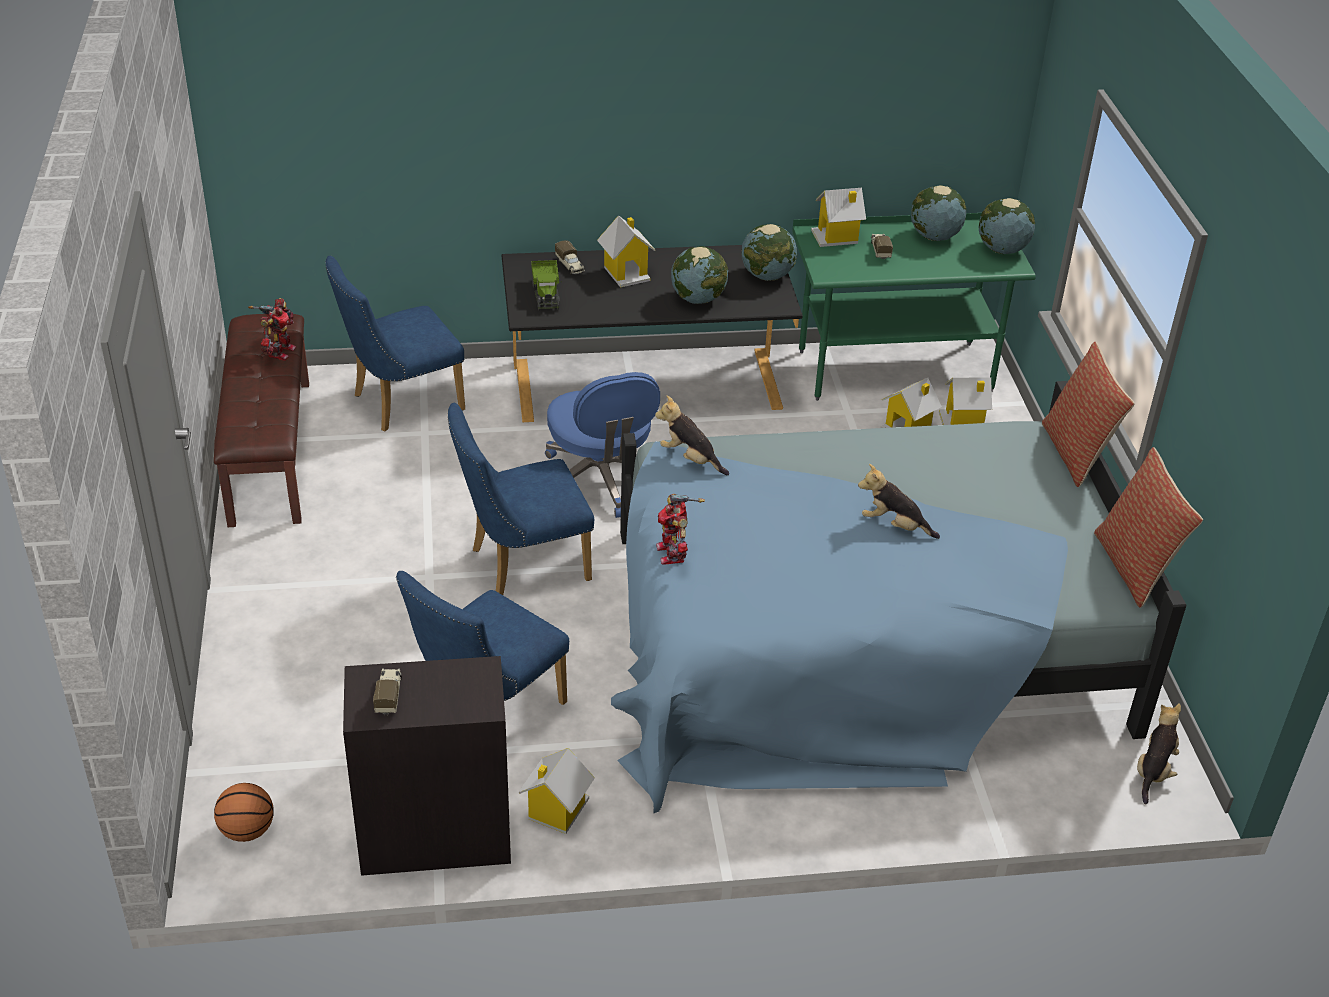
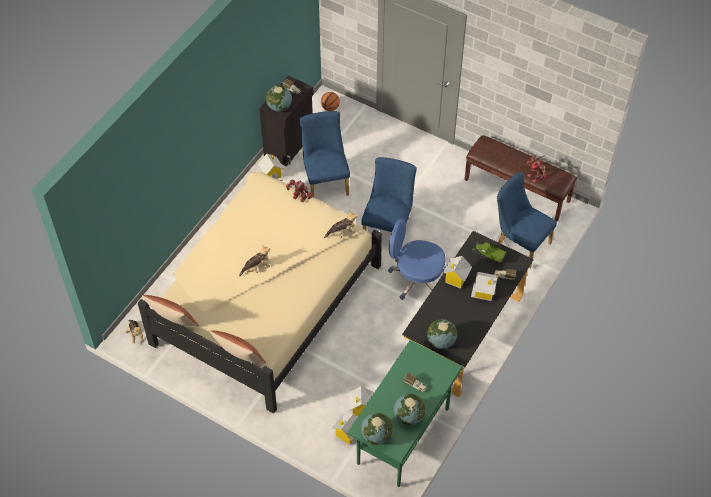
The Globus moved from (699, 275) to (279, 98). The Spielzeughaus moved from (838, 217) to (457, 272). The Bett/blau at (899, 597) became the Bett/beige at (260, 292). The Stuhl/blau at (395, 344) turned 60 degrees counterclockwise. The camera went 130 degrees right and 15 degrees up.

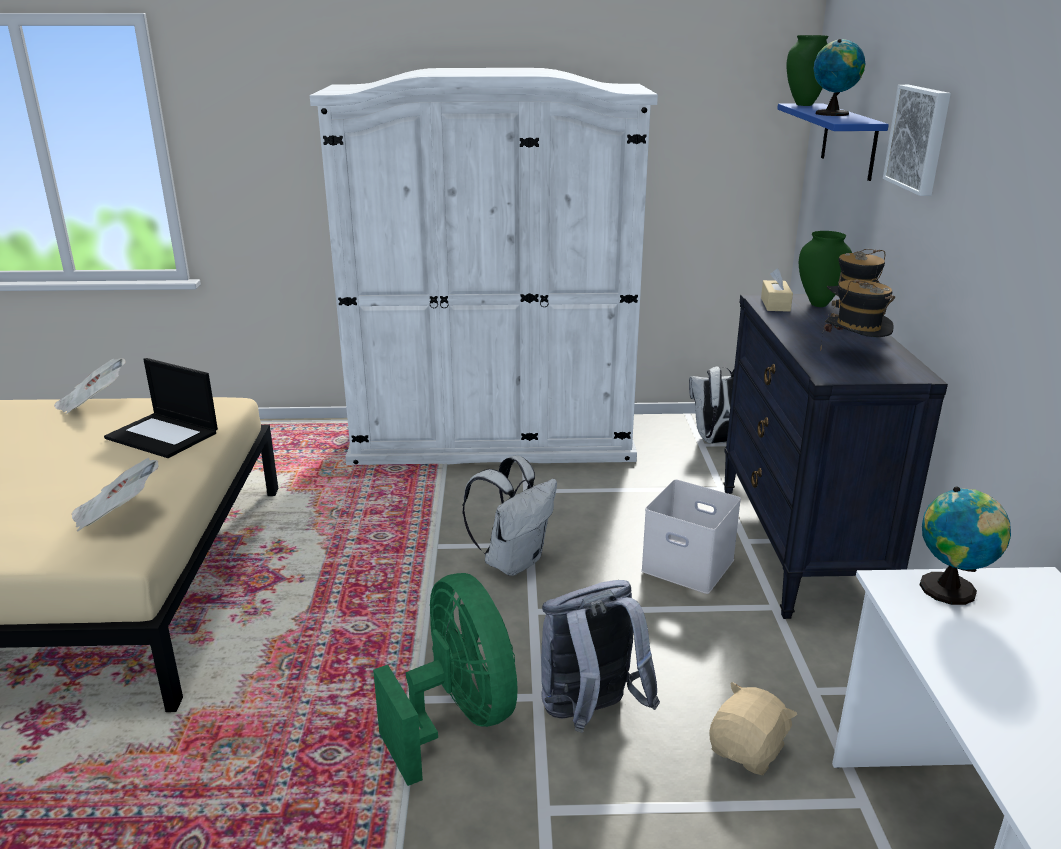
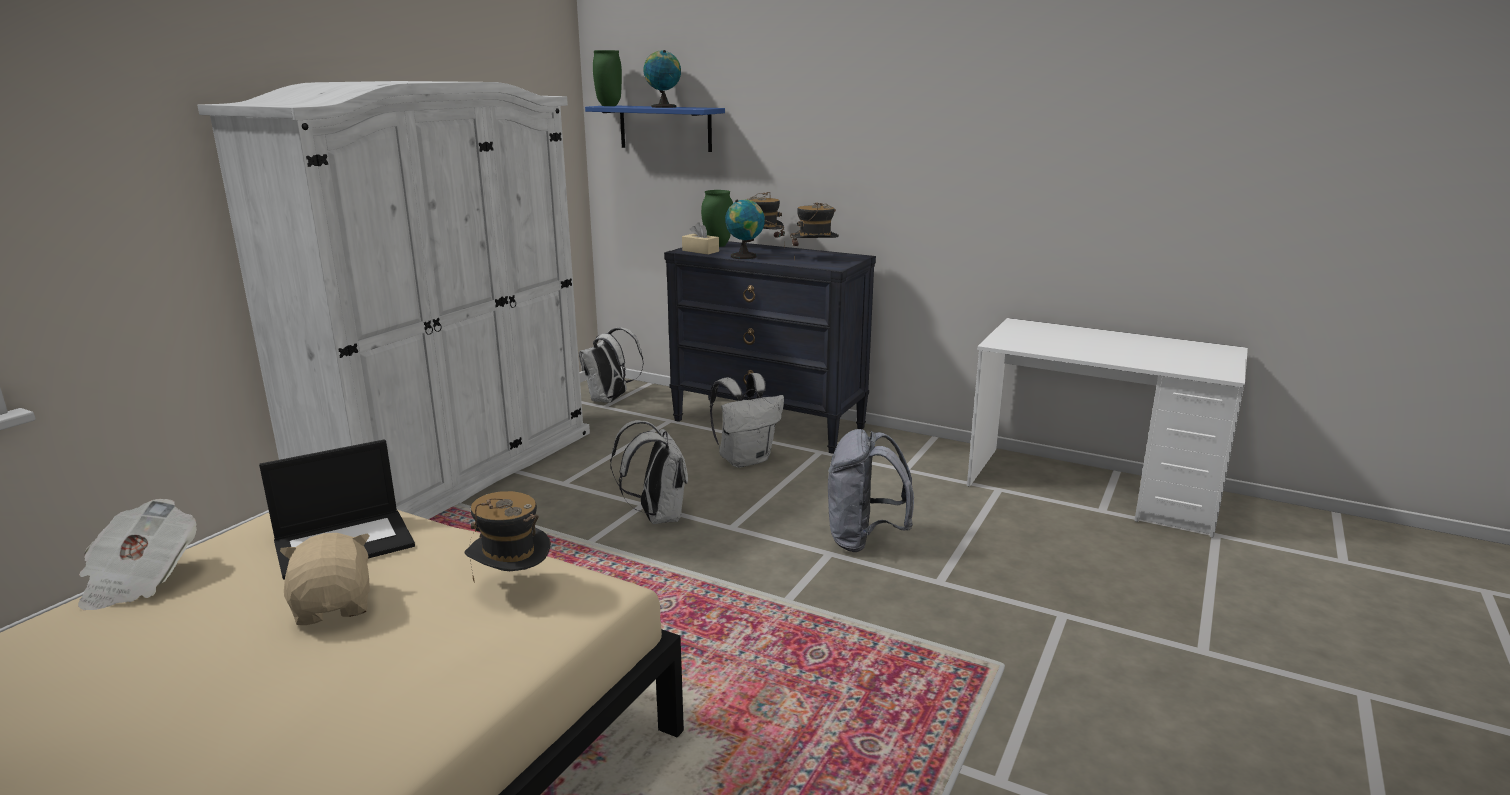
The Ventilator/grün at (445, 679) disappeared. The Bild at (917, 140) disappeared. The Plüschtier/beige moved from (753, 728) to (325, 579). The Globus moved from (965, 545) to (745, 229). The Zeitung at (115, 495) was replaced by the Hut at (507, 537). The Aufbewahrungsbox/weiß at (691, 536) was replaced by the Rucksack/weiß at (747, 420). The camera went 60 degrees left and 5 degrees down.

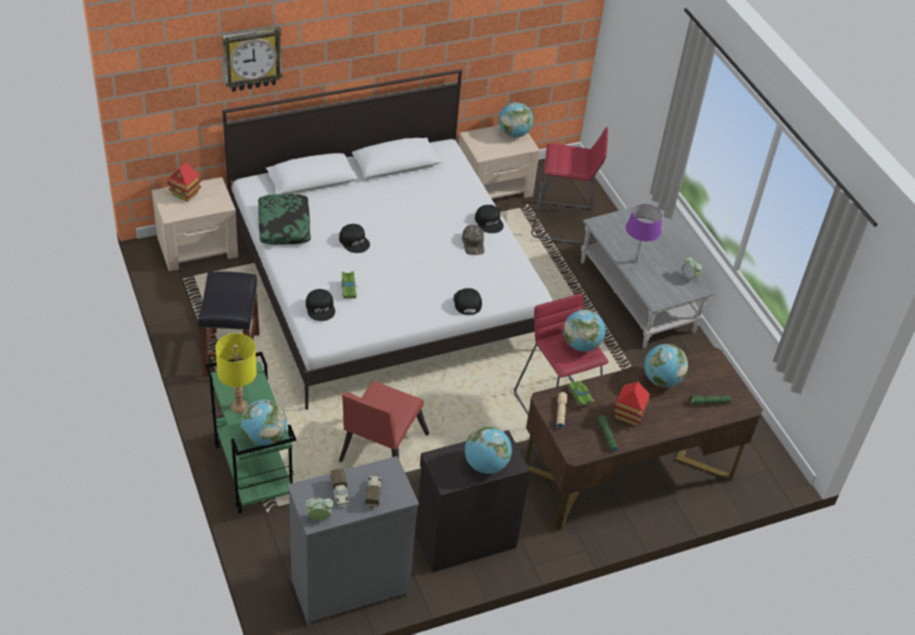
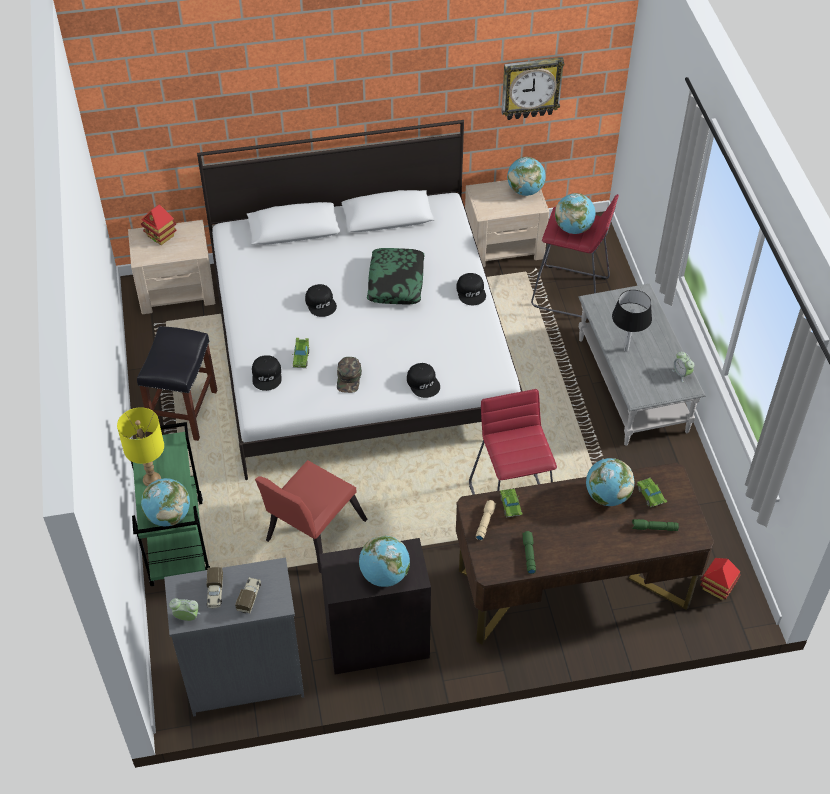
The Spielzeugauto/grün at (652, 492) appeared. The Wanduhr moved from (252, 59) to (532, 88). The Kissen moved from (284, 219) to (395, 276). The Kappe/grün moved from (473, 240) to (349, 375). The Globus moved from (584, 330) to (575, 213). The Spielzeughaus moved from (631, 404) to (720, 579). The Tischlampe/lila at (644, 233) became the Tischlampe/schwarz at (632, 321). The Kappe/schwarz at (468, 301) turned 150 degrees clockwise. The camera went 15 degrees right and 5 degrees up.

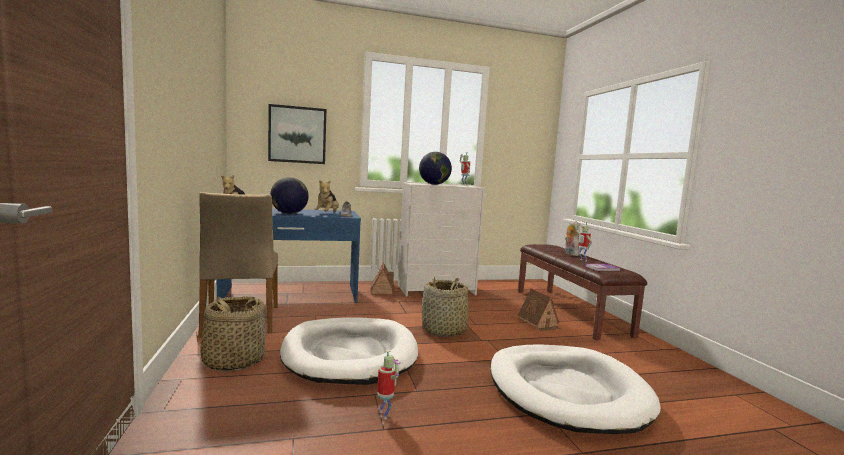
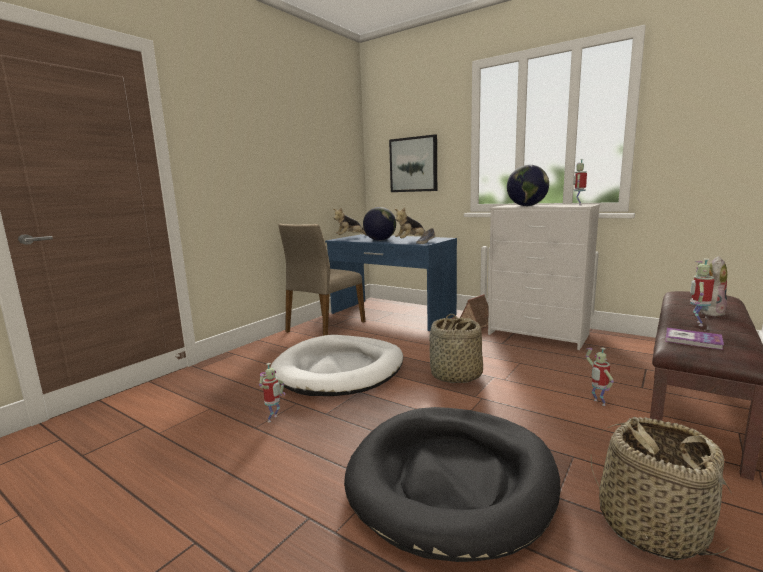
The Korb moved from (232, 333) to (661, 488). The Spielzeughaus at (540, 309) was replaced by the Spielzeugroboter at (600, 377). The Hundebett/weiß at (575, 389) became the Hundebett/schwarz at (452, 484). The camera went 50 degrees right and 5 degrees up.

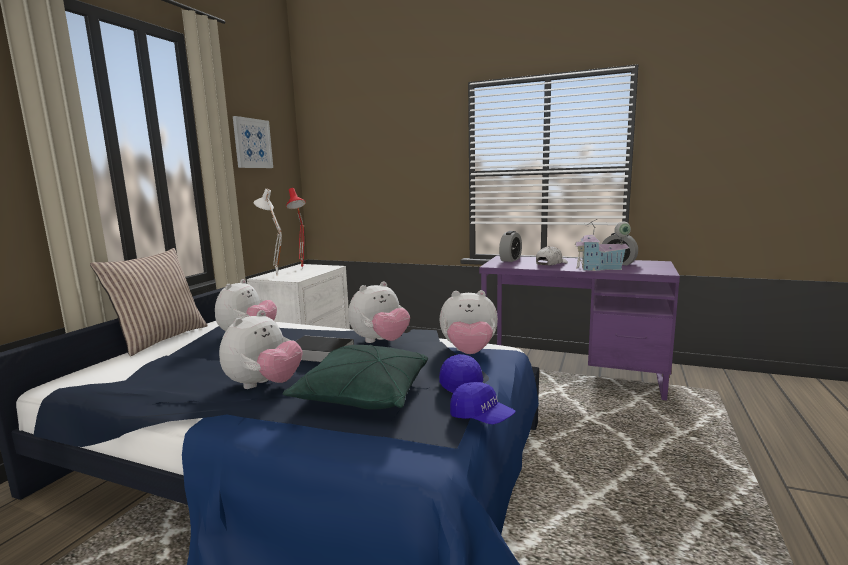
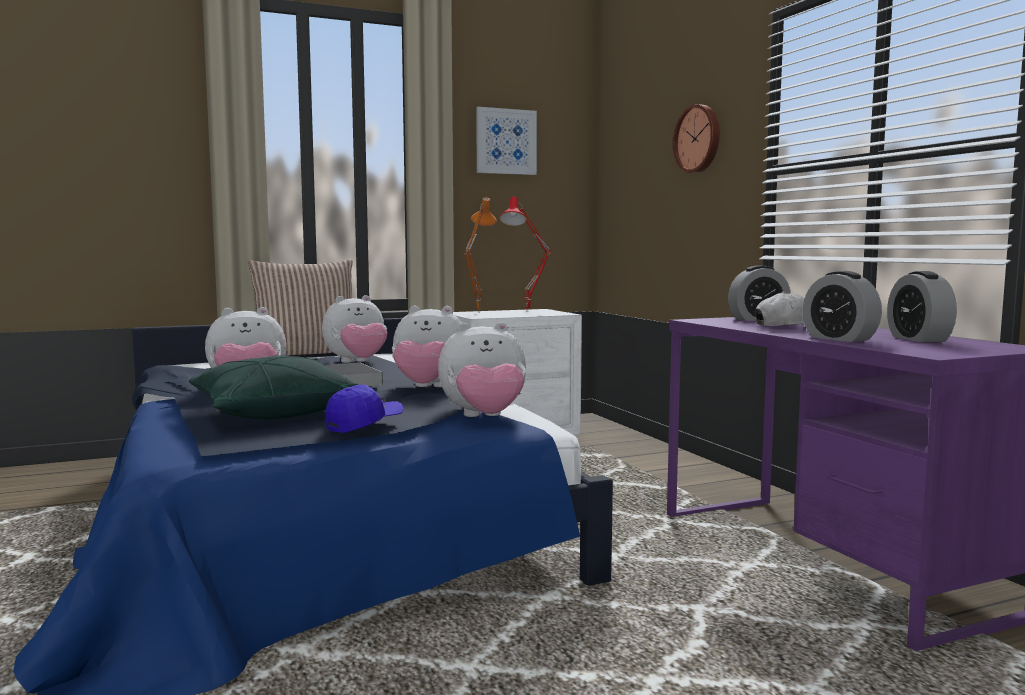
The Kappe/blau at (483, 403) disappeared. The Wanduhr at (696, 138) appeared. The Spielzeughaus at (603, 245) was replaced by the Wecker at (842, 306). The Tischlampe/weiß at (268, 232) became the Tischlampe/orange at (481, 255). The Plüschtier at (469, 322) turned 60 degrees counterclockwise. The camera went 45 degrees right and 5 degrees down.

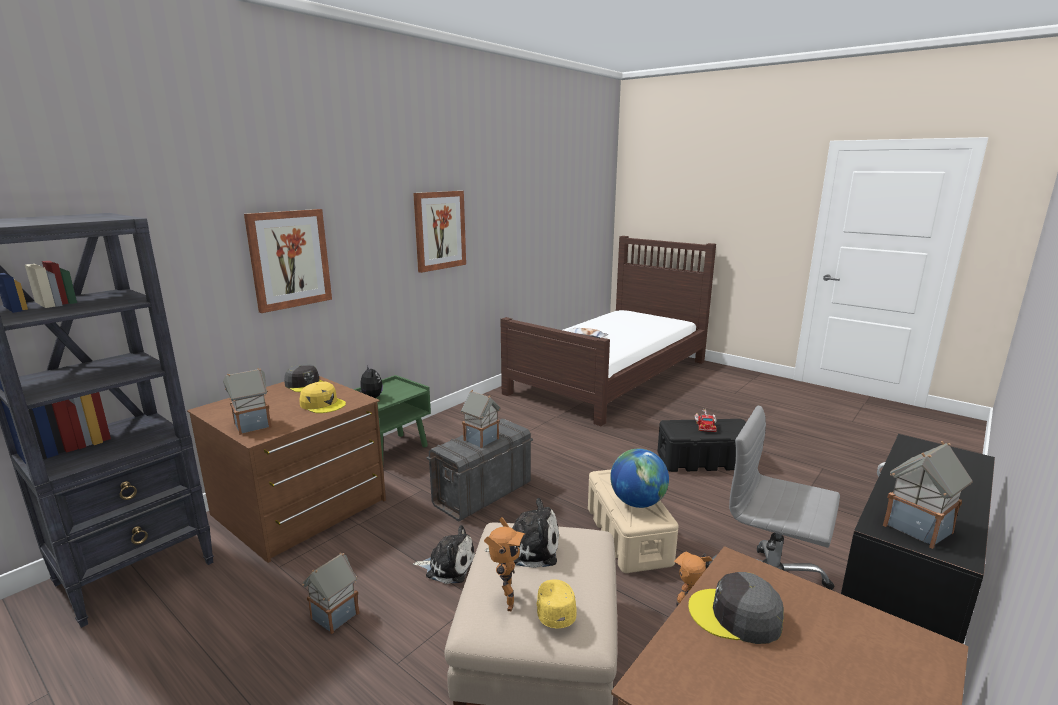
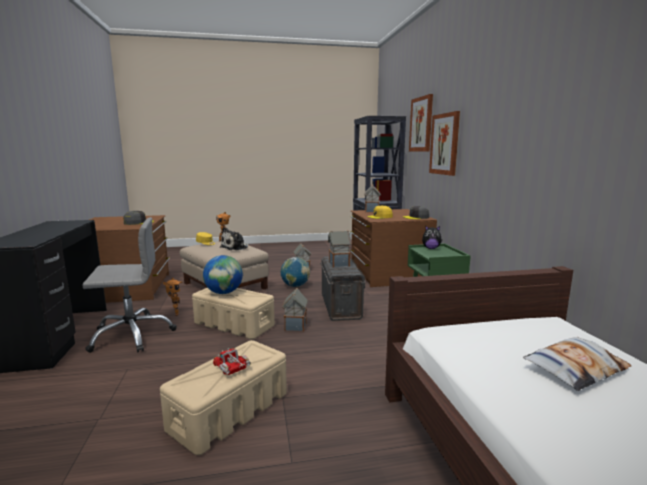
The Bild moved from (439, 232) to (421, 122). The Spielzeughaus moved from (928, 495) to (295, 309). The Plüschtier at (444, 554) was replaced by the Globus at (295, 272). The Aufbewahrungsbox/schwarz at (701, 445) became the Aufbewahrungsbox/beige at (223, 397). The camera went 130 degrees right and 5 degrees down.

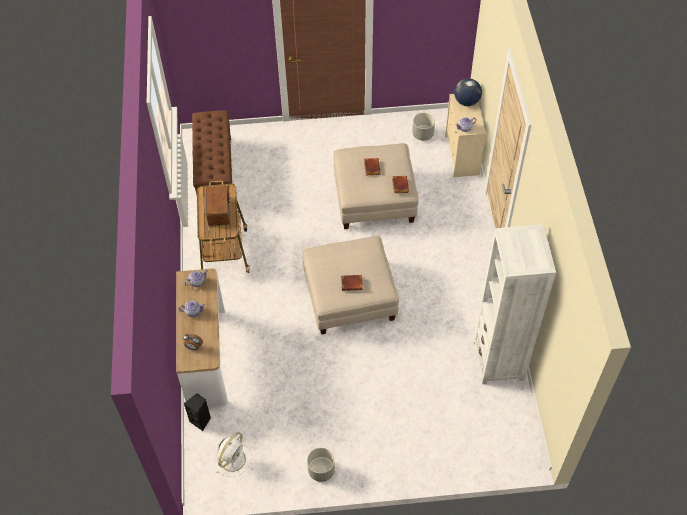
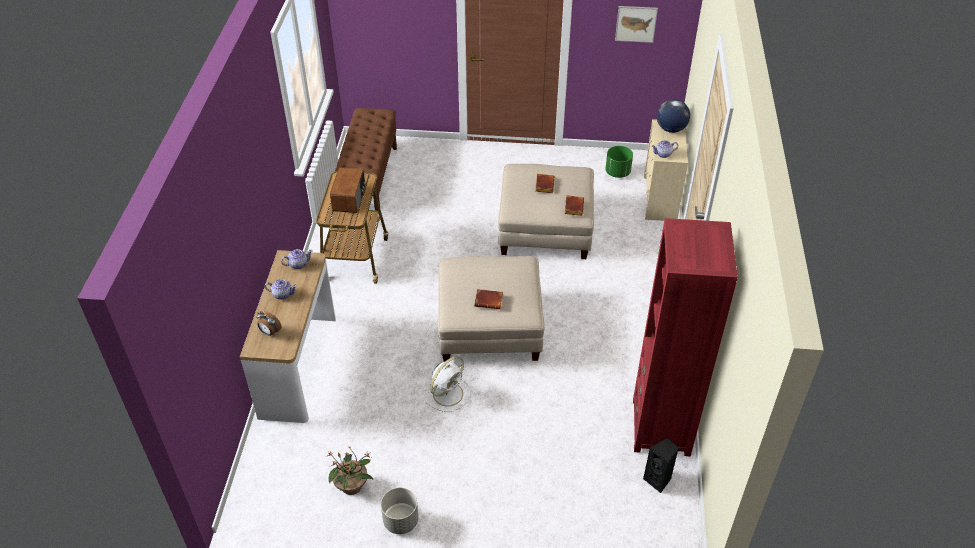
The Topfpflanze at (351, 470) appeared. The Bild at (636, 24) appeared. The Lautsprecher/schwarz moved from (197, 412) to (661, 465). The Ventilator/weiß moved from (233, 454) to (448, 384). The Pflanzkübel/grau at (423, 127) became the Pflanzkübel/grün at (619, 162). The Bücherregal/weiß at (514, 304) became the Bücherregal/rot at (685, 337). The camera went 10 degrees right and 10 degrees down.

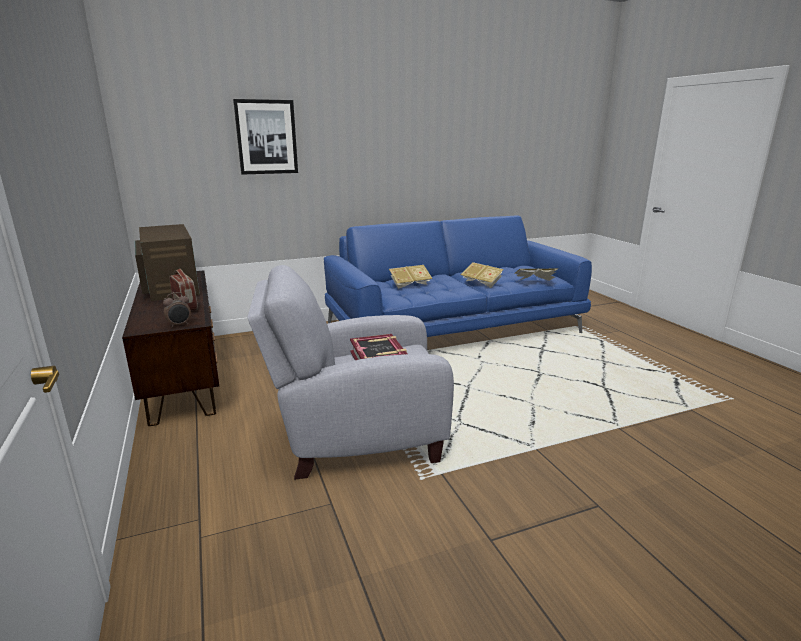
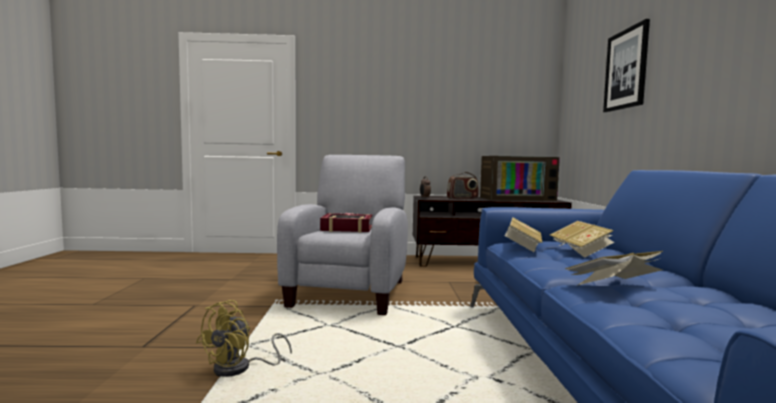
The Ventilator/gelb at (244, 338) appeared. The Buch moved from (536, 274) to (523, 234). The camera went 110 degrees right and 15 degrees down.

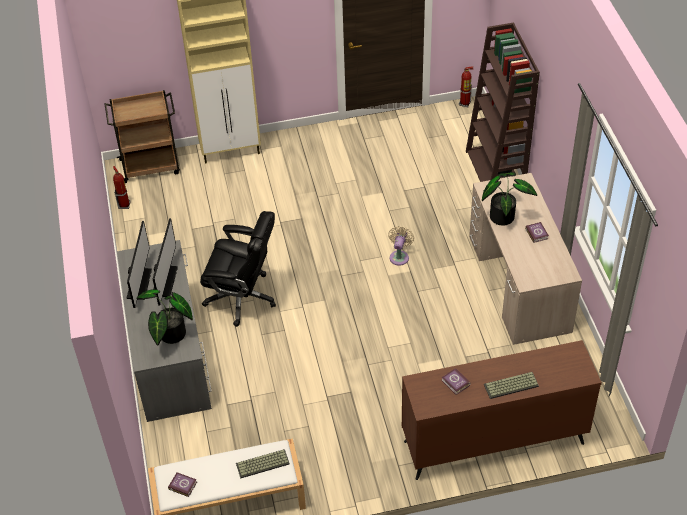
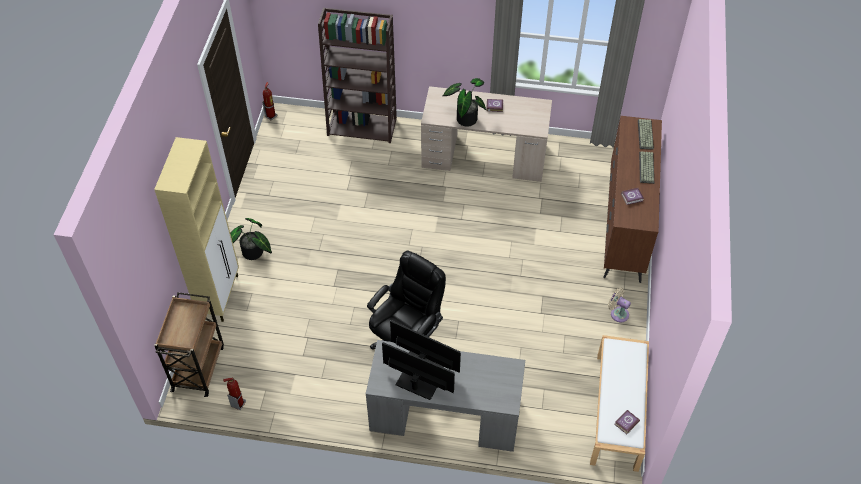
The Topfpflanze moved from (164, 317) to (251, 239). The Tastatur moved from (263, 464) to (646, 134). The Ventilator/beige moved from (401, 246) to (619, 305). The camera went 70 degrees left and 5 degrees up.

